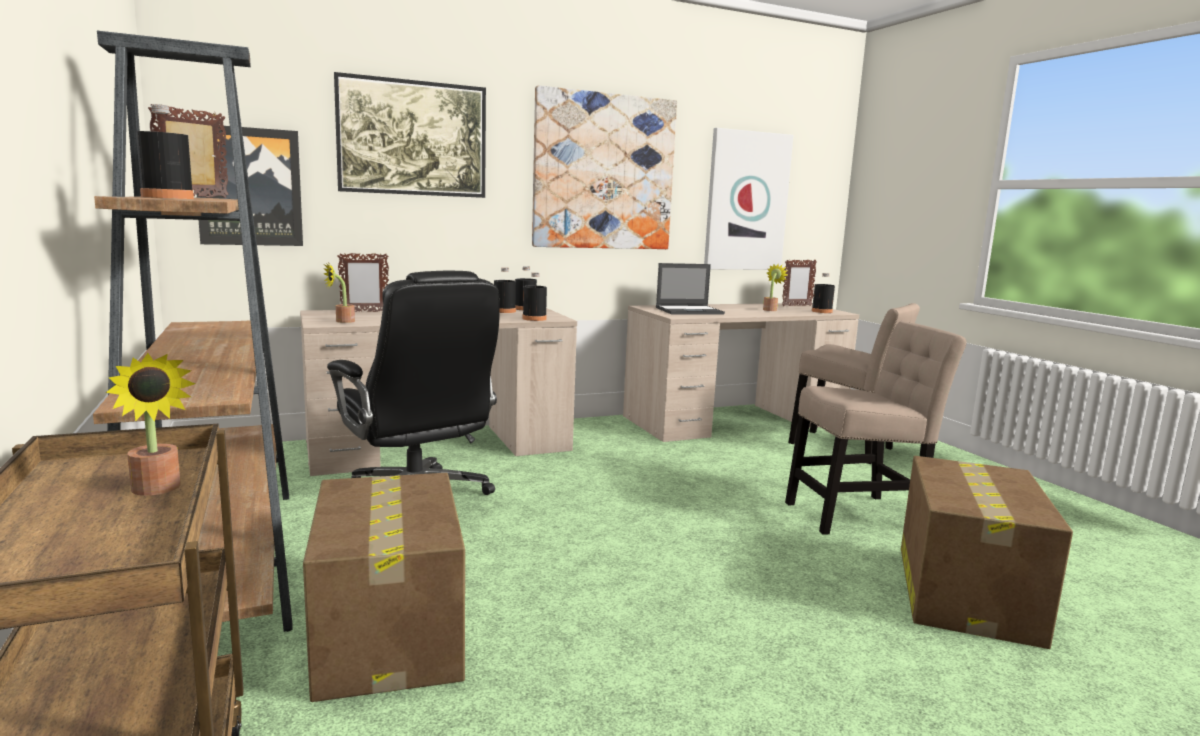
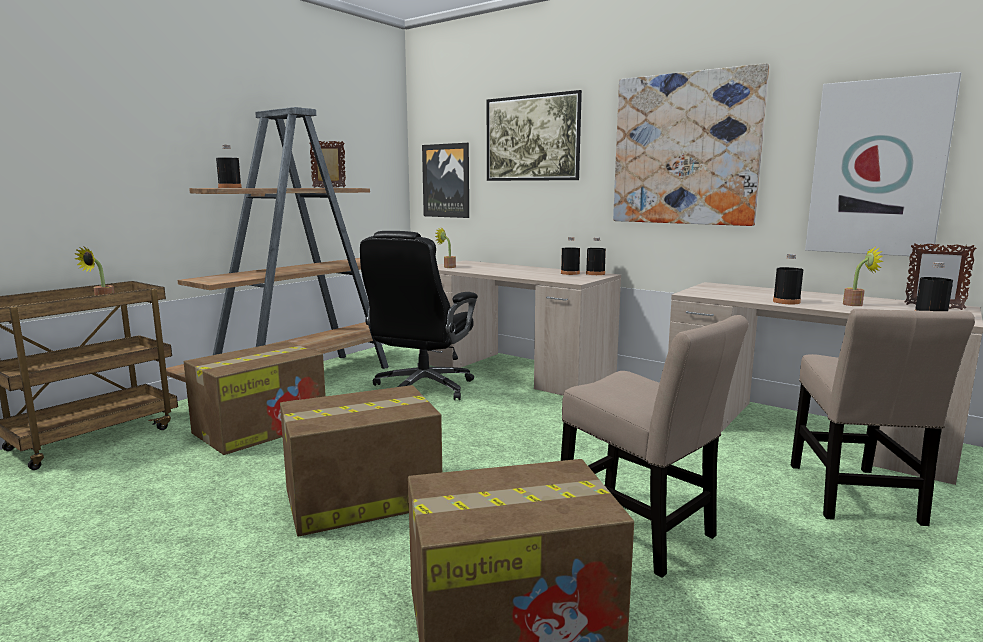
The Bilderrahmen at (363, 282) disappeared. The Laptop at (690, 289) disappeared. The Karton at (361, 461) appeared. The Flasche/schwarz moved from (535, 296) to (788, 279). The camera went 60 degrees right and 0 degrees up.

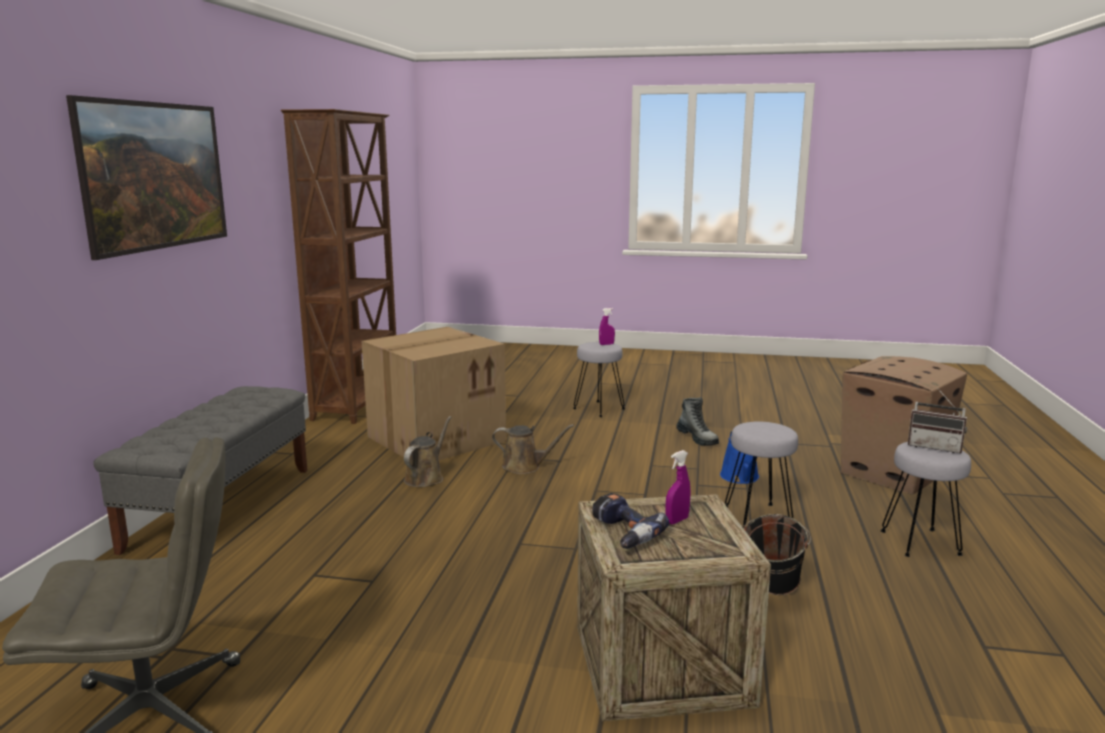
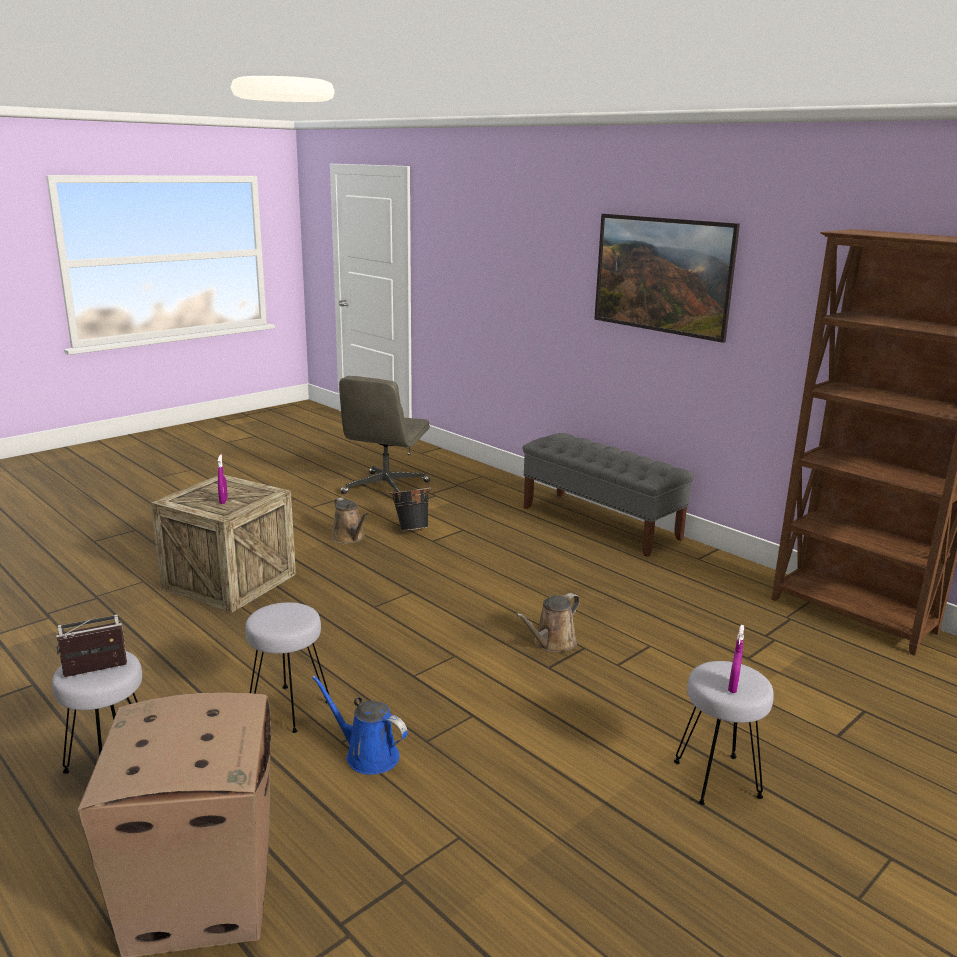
The Karton at (434, 393) disappeared. The Bohrmaschine at (630, 521) disappeared. The Stiefel at (697, 421) disappeared. The Gießkanne/braun moved from (427, 451) to (349, 520). The Eimer/schwarz moved from (777, 554) to (410, 508). The camera went 125 degrees right and 5 degrees up.

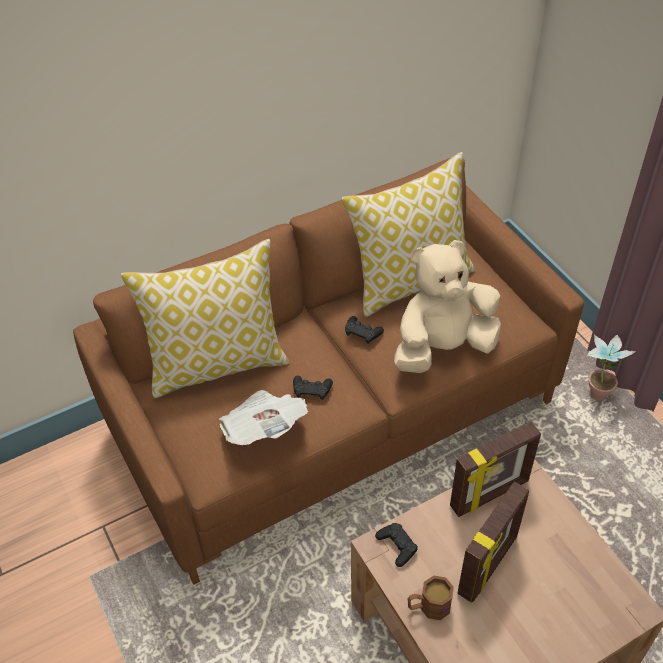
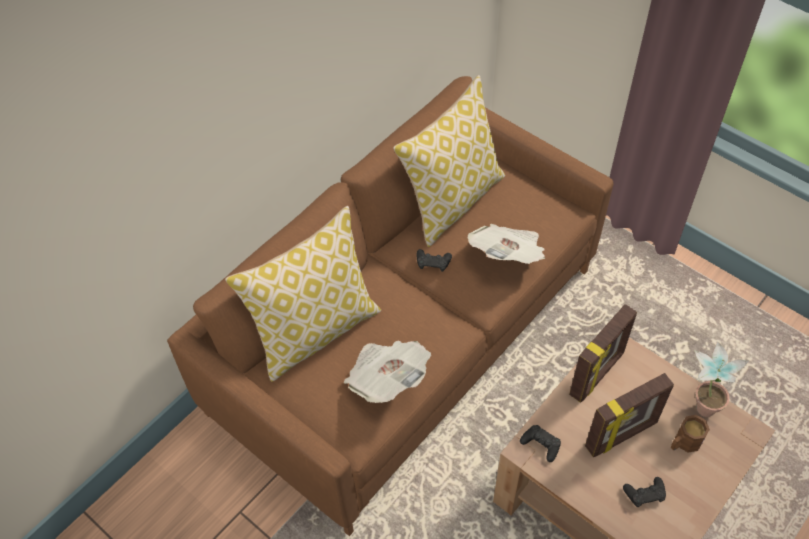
The Gamepad/schwarz moved from (313, 387) to (644, 492). The Henkelbecher/braun moved from (431, 597) to (690, 433). The Topfpflanze moved from (611, 368) to (721, 379). The Plüschtier/beige at (447, 306) was replaced by the Zeitung at (506, 244). The Bilderrahmen at (493, 542) turned 45 degrees clockwise. The camera went 20 degrees left and 5 degrees up.

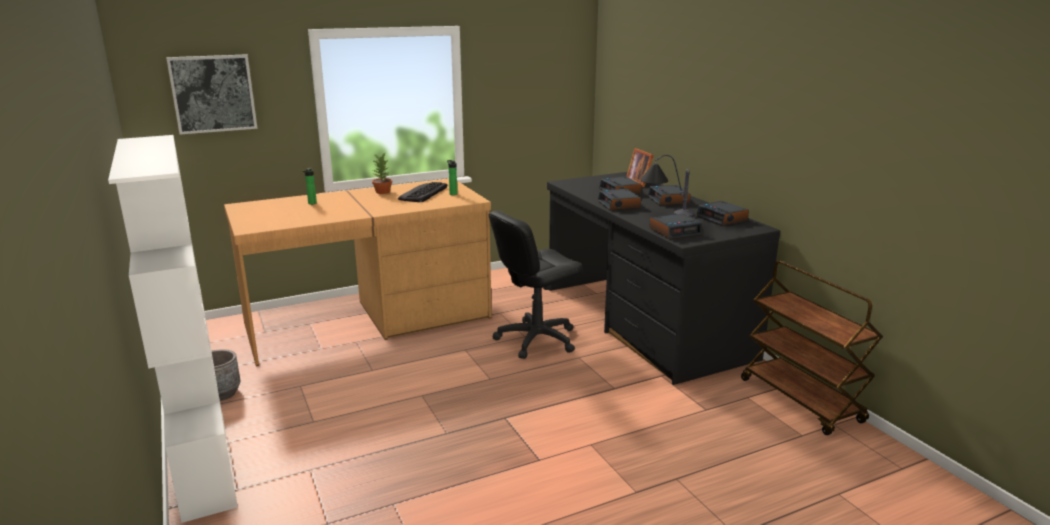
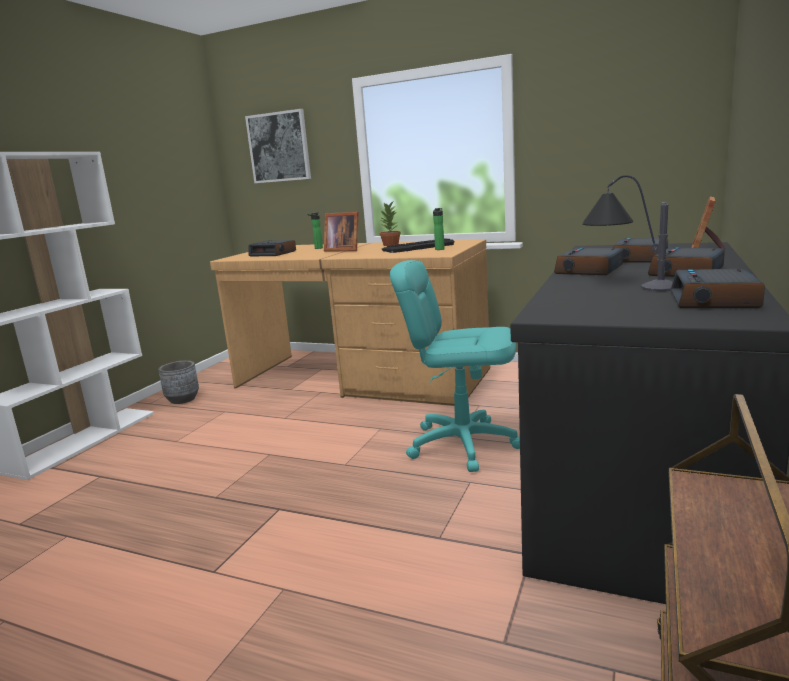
The Bilderrahmen at (341, 232) appeared. The Wecker moved from (675, 227) to (272, 248). The Bürostuhl/schwarz at (536, 285) became the Bürostuhl/türkis at (455, 366). The camera went 50 degrees right and 5 degrees down.

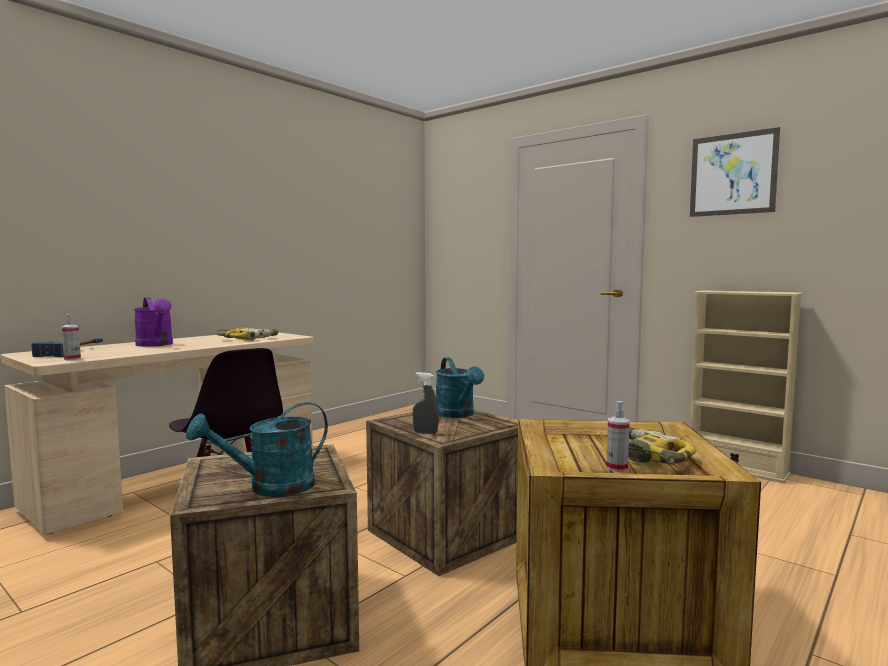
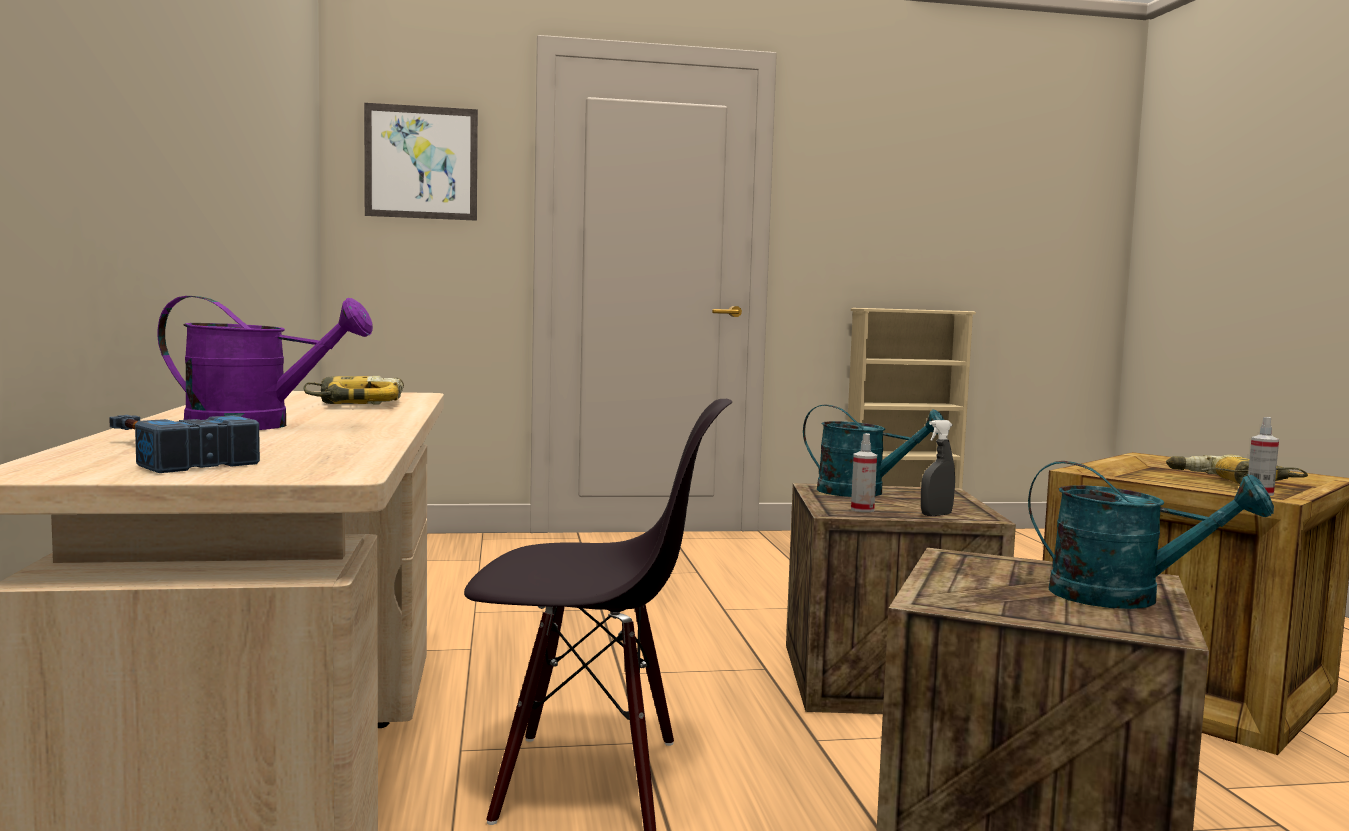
The Sprühflasche moved from (71, 337) to (864, 472). The Bild moved from (735, 172) to (421, 162). The Gießkanne/türkis at (257, 449) turned 75 degrees counterclockwise. The camera went 50 degrees left and 0 degrees up.

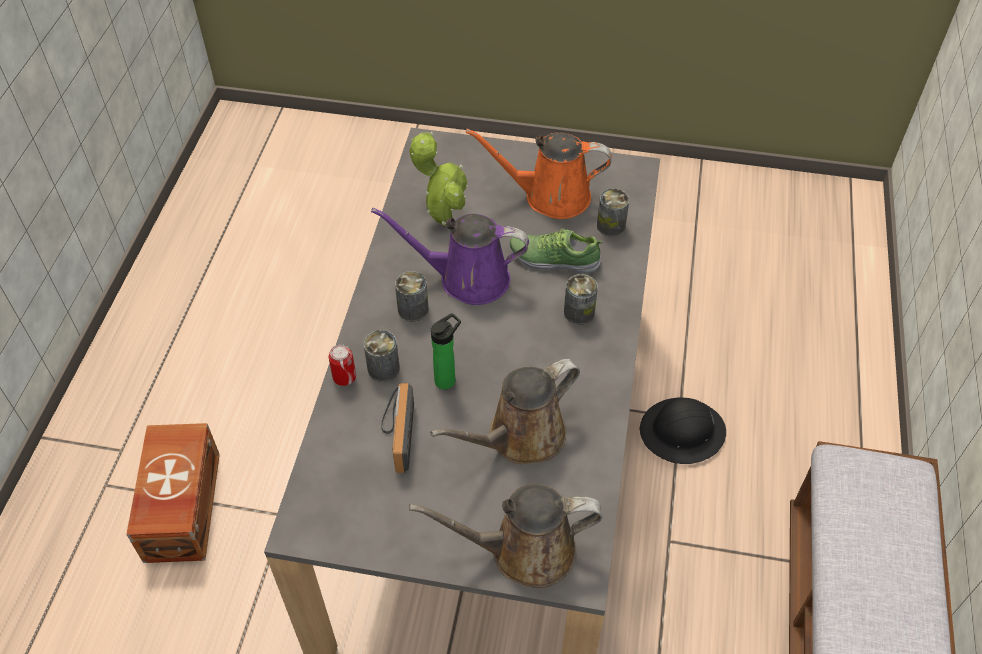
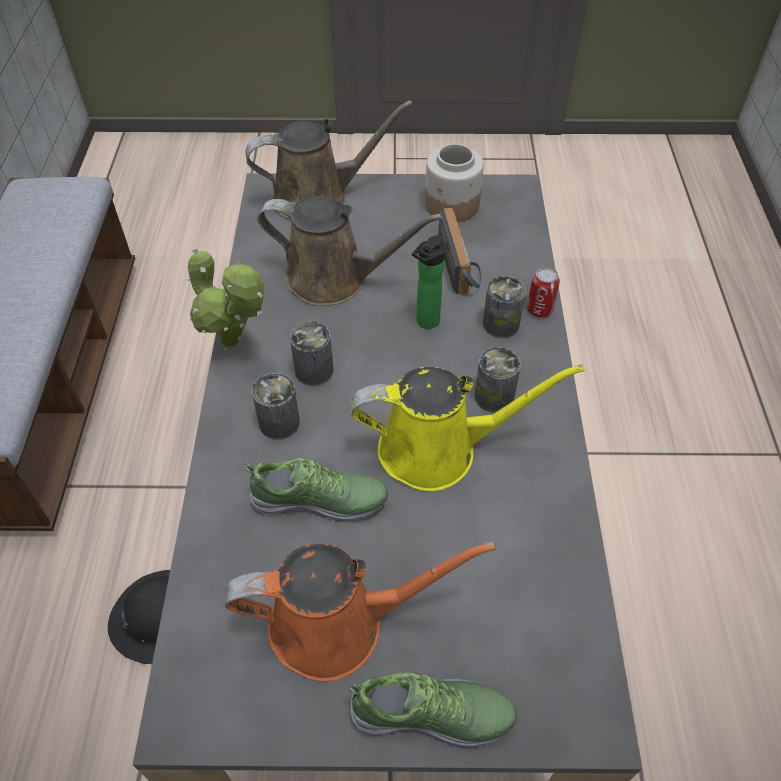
The Aufbewahrungsbox/braun at (173, 493) disappeared. The Schuh at (433, 710) appeared. The Vorratsglas at (454, 183) appeared. The Topfpflanze moved from (438, 179) to (226, 300). The Dose moved from (613, 213) to (311, 353). The Gießkanne/lila at (450, 256) became the Gießkanne/gelb at (468, 428). The Gießkanne/braun at (505, 411) turned 60 degrees clockwise. The camera went 170 degrees right and 0 degrees up.

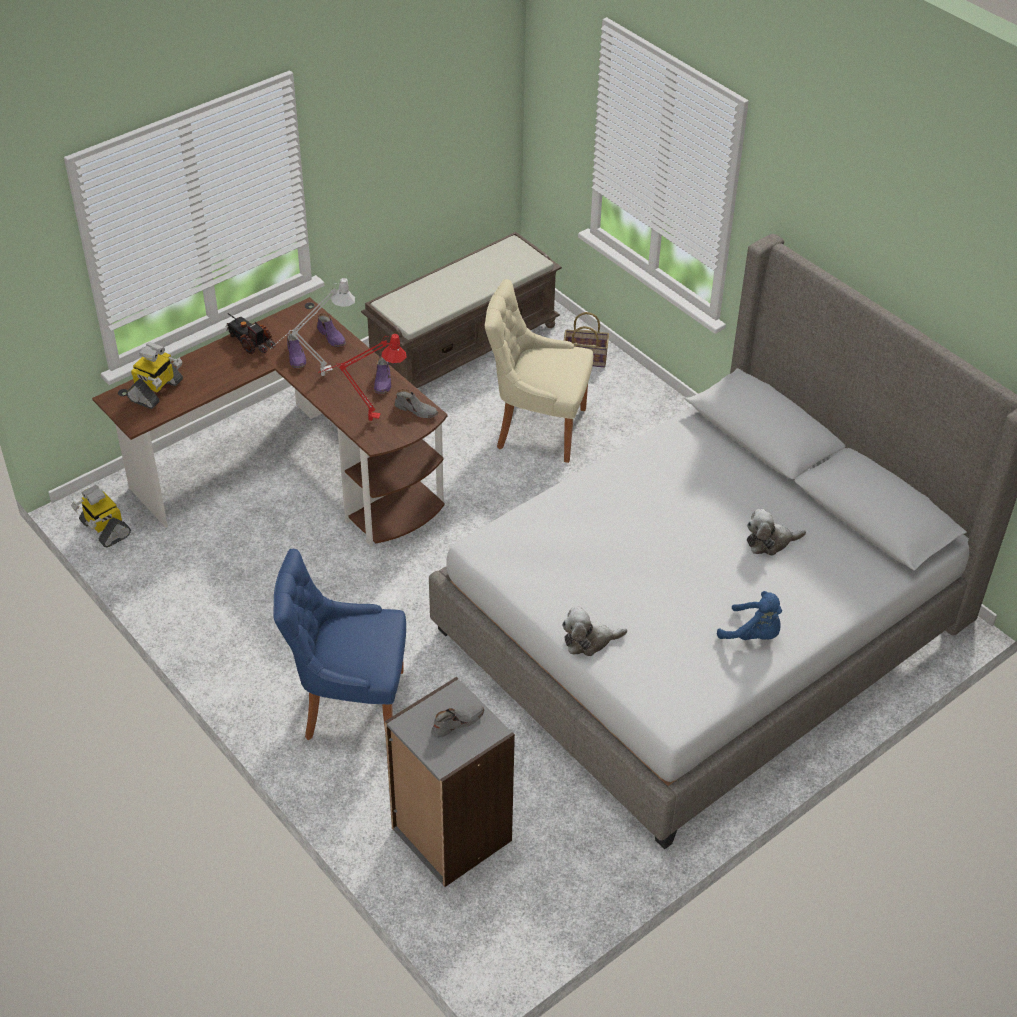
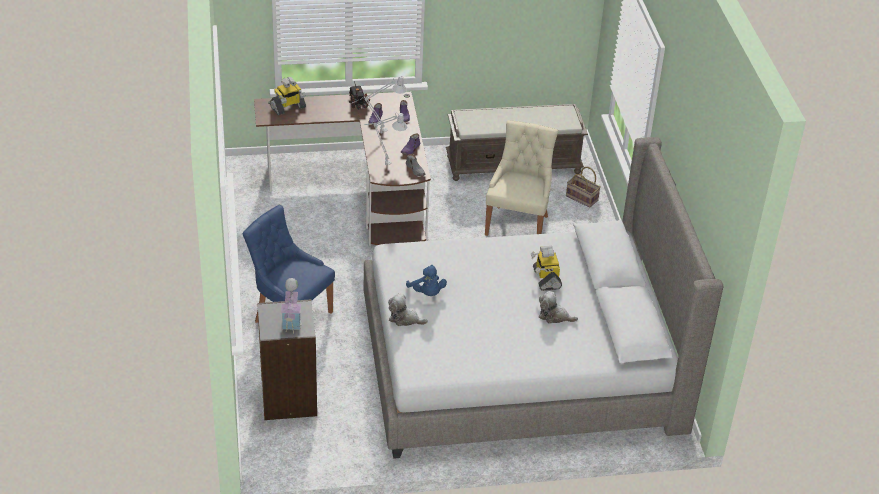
The Spielzeugroboter moved from (101, 516) to (546, 268). The Plüschtier/blau moved from (749, 615) to (426, 280). The Schuh/grau at (458, 721) was replaced by the Spielzeughaus at (291, 305). The Tischlampe/rot at (362, 377) became the Tischlampe/grau at (386, 138). The Stuhl/beige at (539, 371) turned 60 degrees clockwise. The camera went 30 degrees right and 5 degrees down.

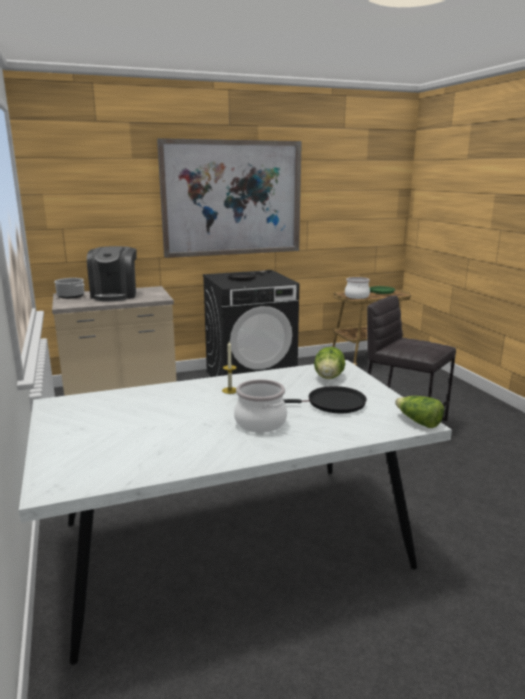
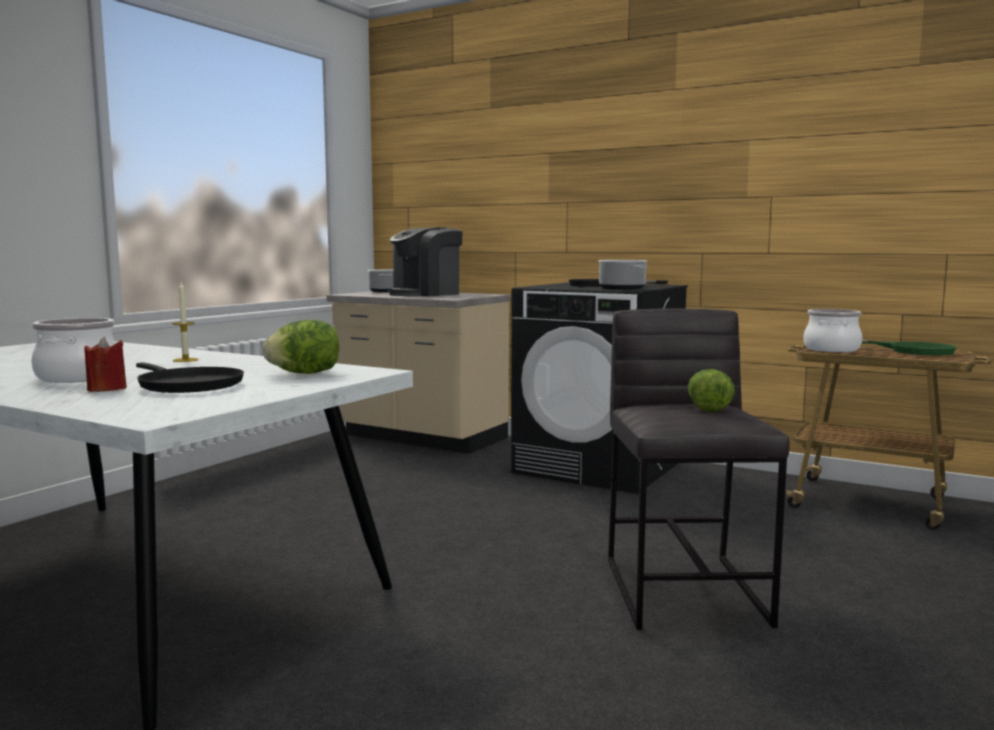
The Bild at (229, 198) disappeared. The Kerze/rot at (105, 364) appeared. The Kochtopf at (623, 275) appeared. The Salatkopf moved from (419, 412) to (711, 390). The camera went 50 degrees right and 10 degrees down.

